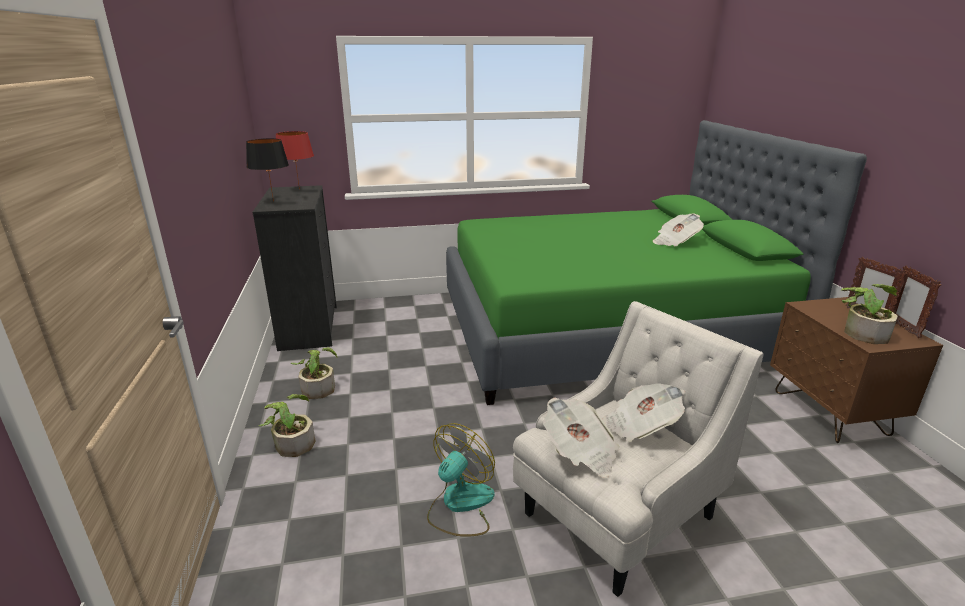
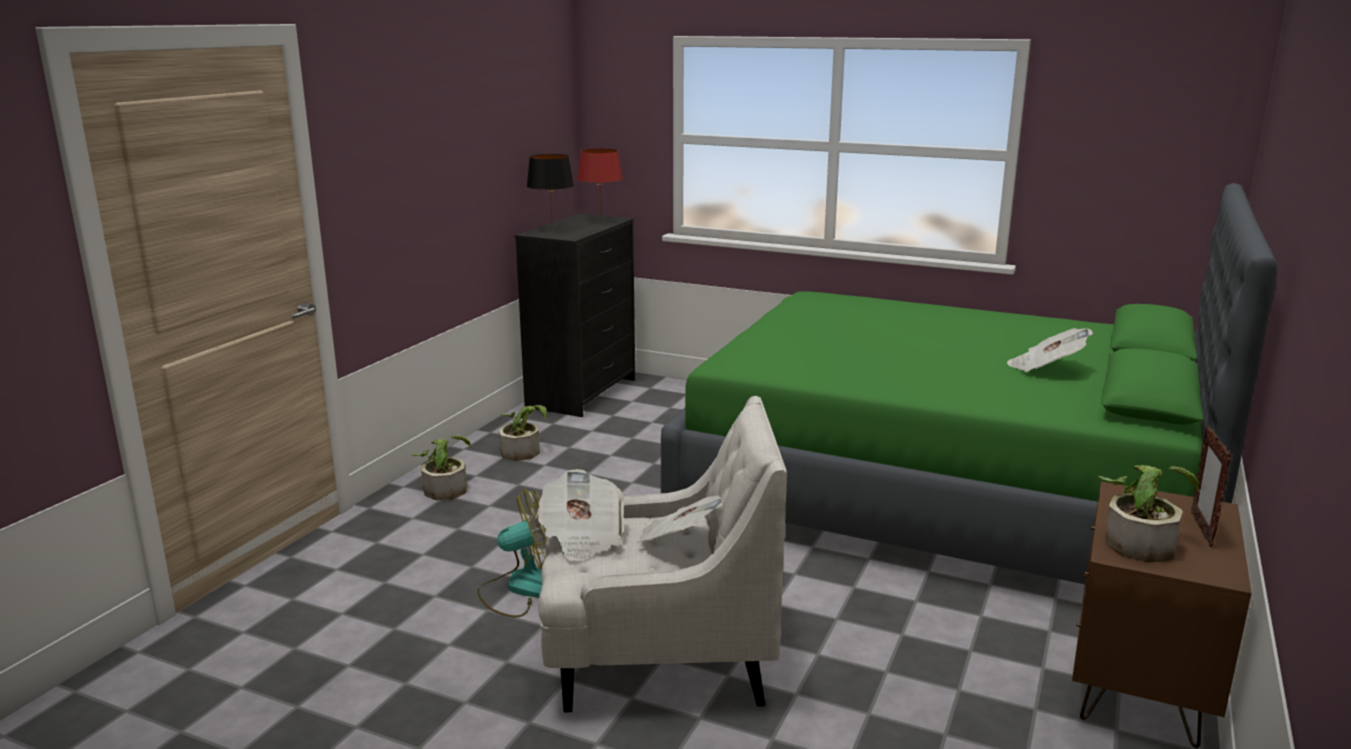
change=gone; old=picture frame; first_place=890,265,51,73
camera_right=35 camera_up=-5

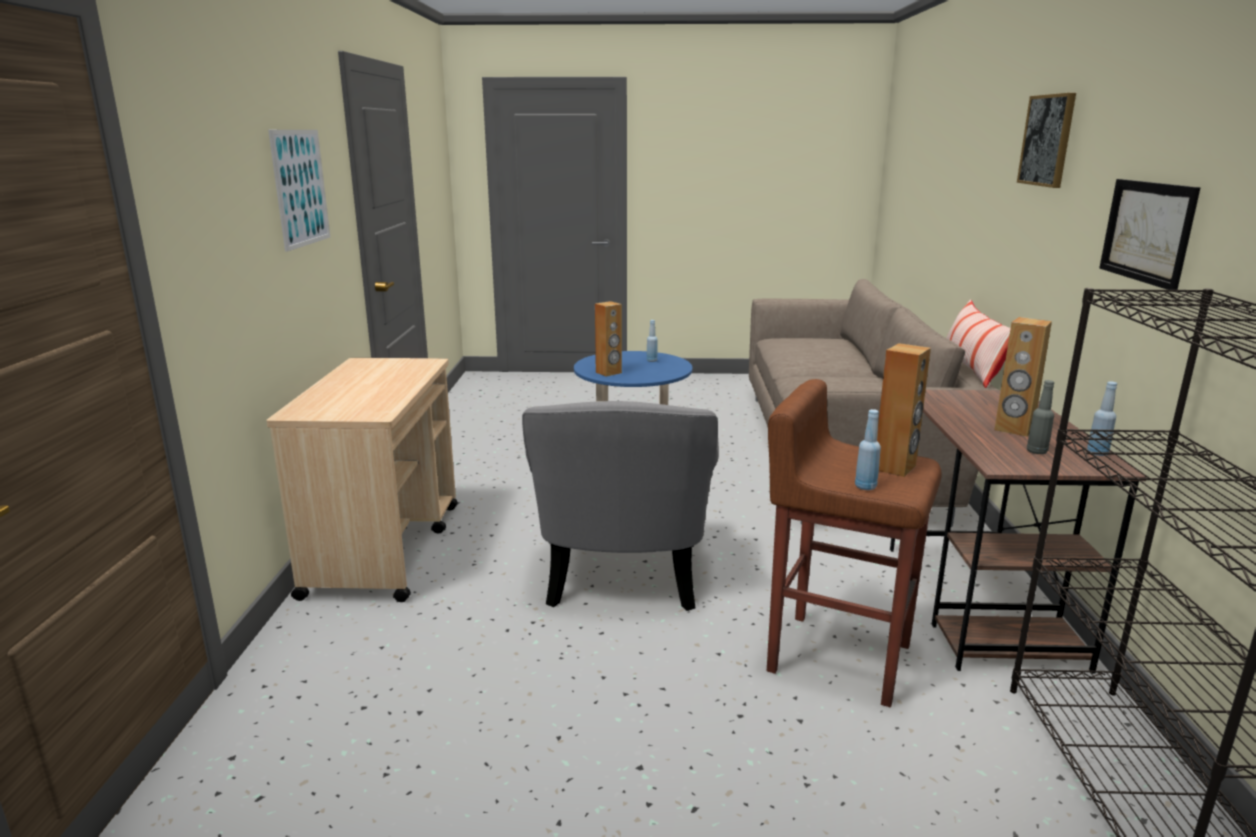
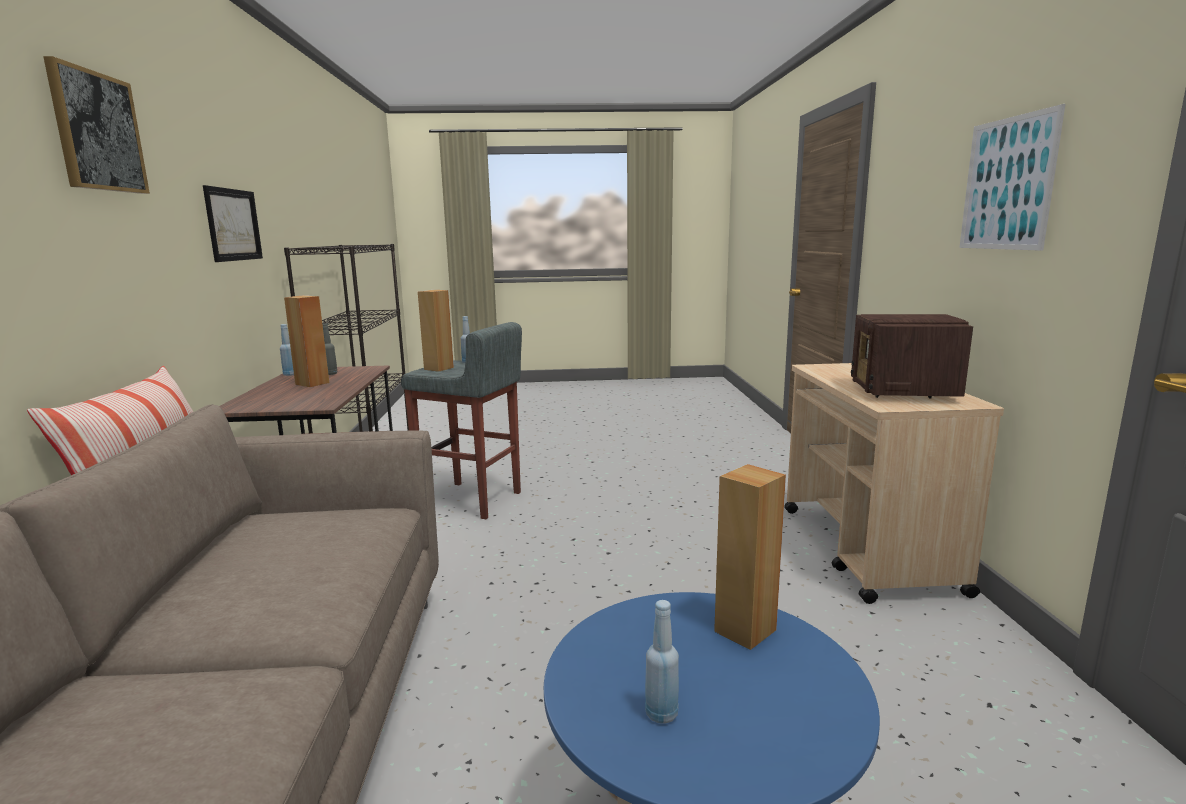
change=gone; old=grey armchair; first_place=522,401,197,210
change=new; new=radio; second_place=851,314,122,84
change=repainted; old=brown stool; new=grey stool; first_place=767,379,175,328; second_place=401,322,121,197
camera_right=175 camera_up=-5

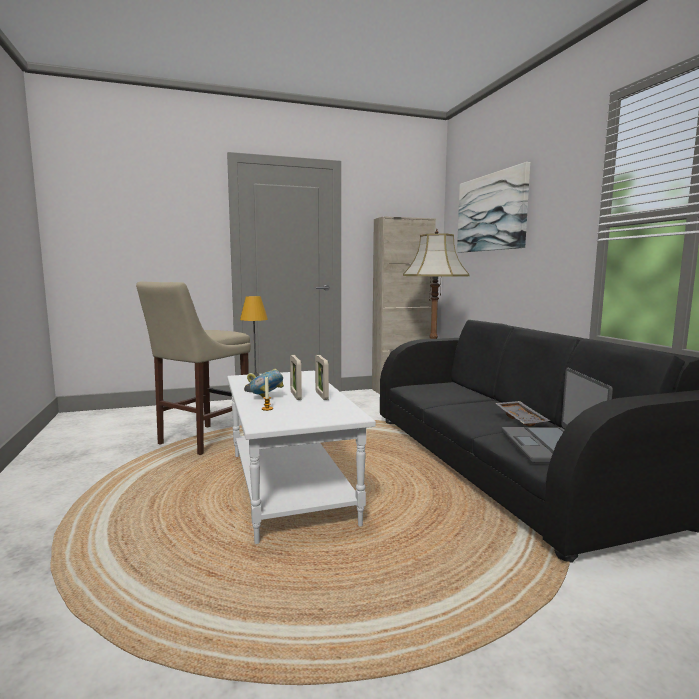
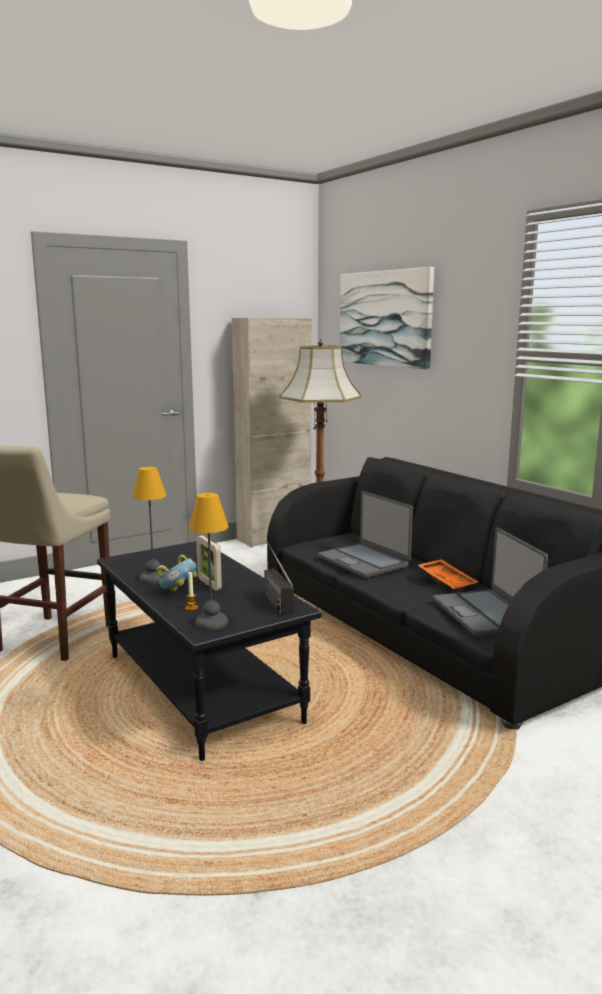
change=gone; old=picture frame; first_place=315,355,14,45
change=new; new=table lamp; second_place=189,493,40,137
change=new; new=radio; second_place=264,540,30,75
change=new; new=laptop; second_place=318,491,95,87
change=repainted; old=white coffee table; new=black coffee table; first_place=227,371,149,173; second_place=97,541,224,220
change=repainted; old=grey tray; new=orange tray; first_place=495,401,56,25; second_place=418,559,60,31
camera_right=-15 camera_up=5

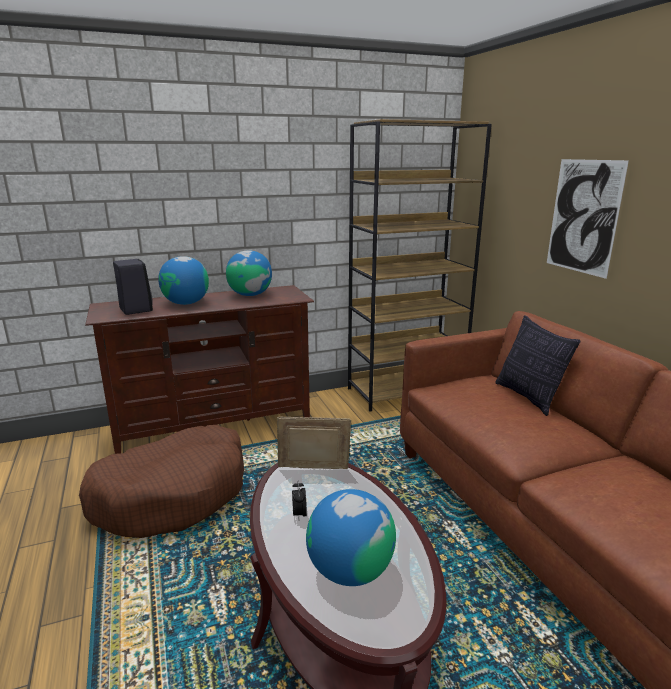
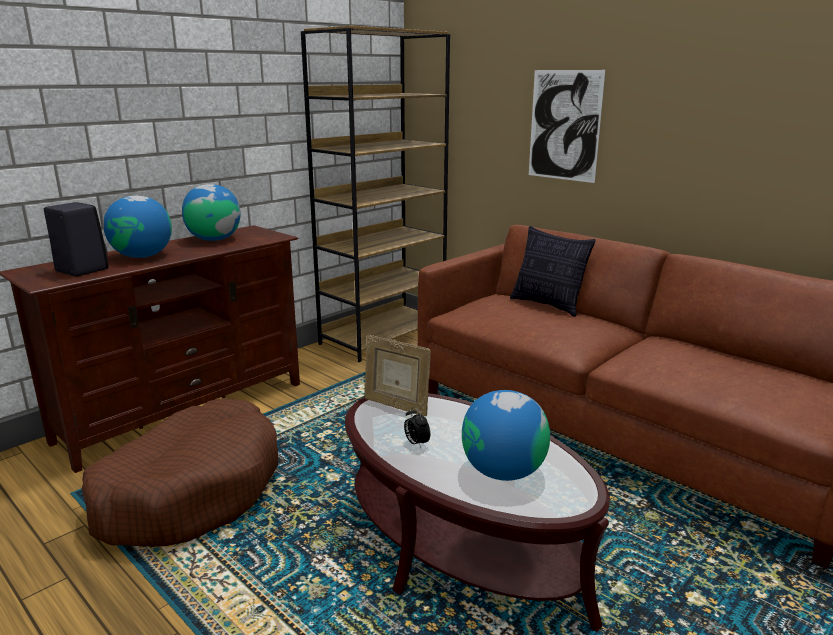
change=rotated; old=picture frame; first_place=277,417,74,52; second_place=365,335,66,82; degrees=-120
camera_right=-25 camera_up=0

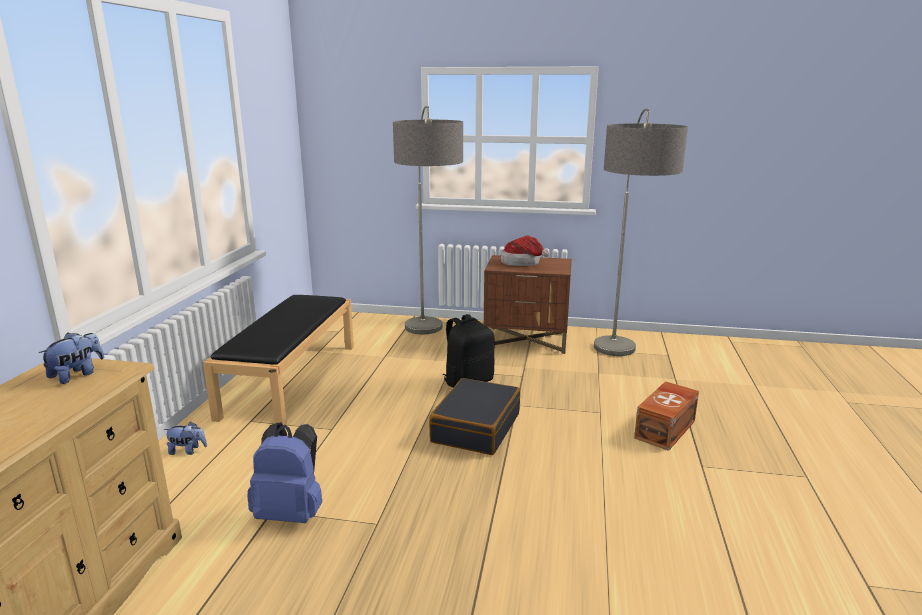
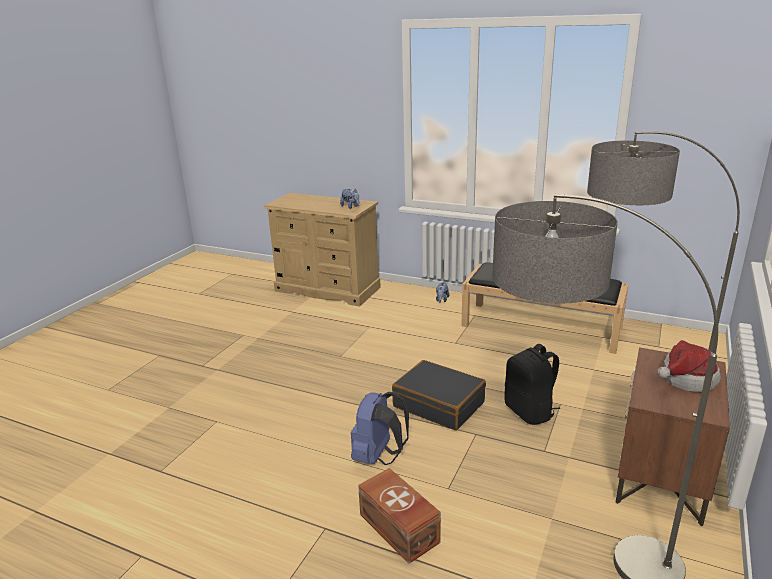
change=shifted; old=blue backpack; first_place=247,422,75,101; second_place=351,392,58,73
camera_right=105 camera_up=5

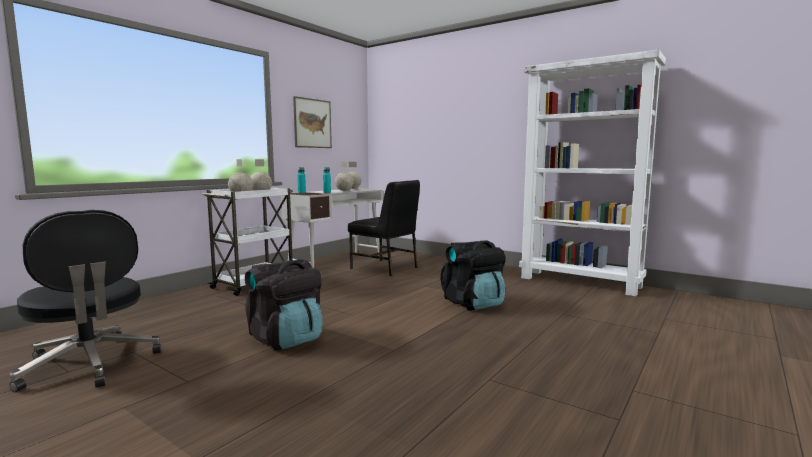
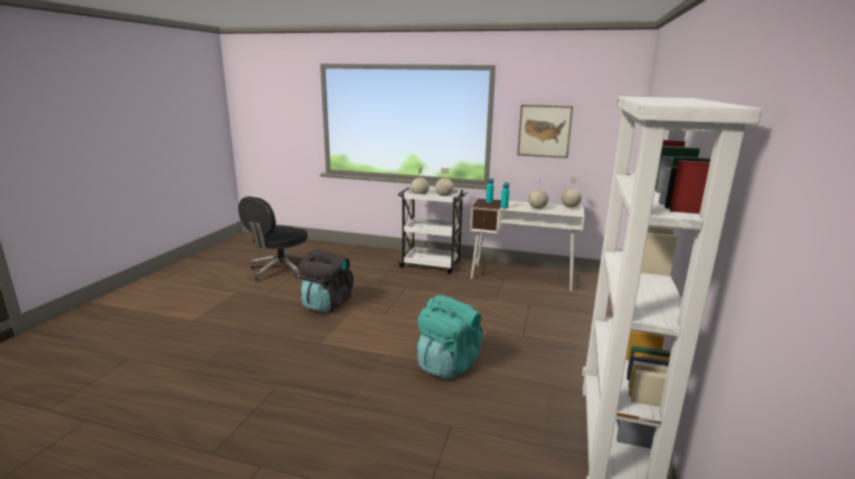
change=gone; old=black chair; first_place=348,180,72,96
change=repainted; old=black backpack; new=turquoise backpack; first_place=441,240,64,71; second_place=417,295,66,84
camera_right=70 camera_up=10

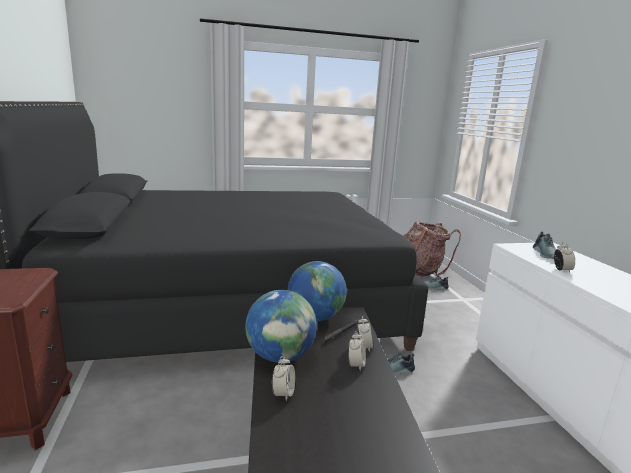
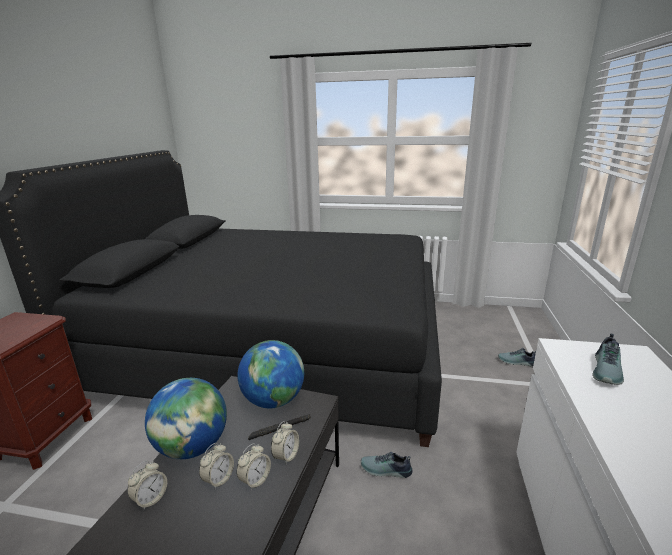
change=gone; old=backpack; first_place=403,221,58,56
change=shifted; old=alarm clock; first_place=554,242,21,31; second_place=199,443,35,46
camera_right=25 camera_up=5

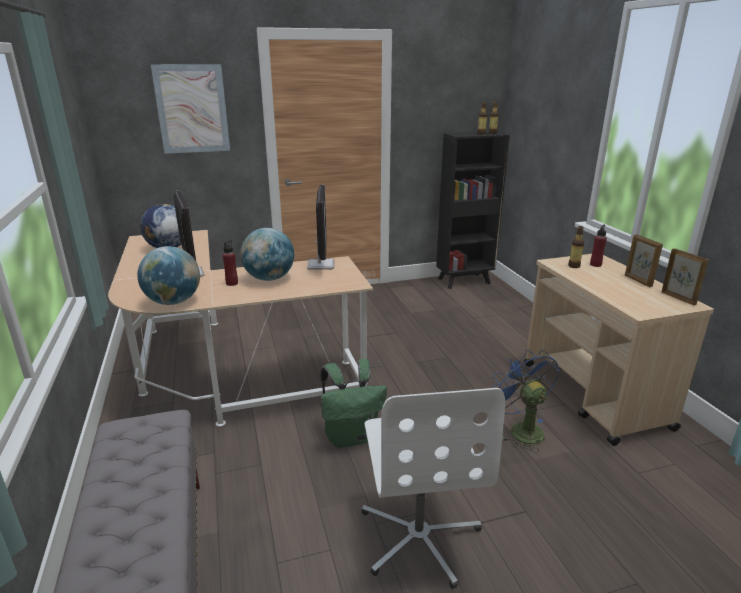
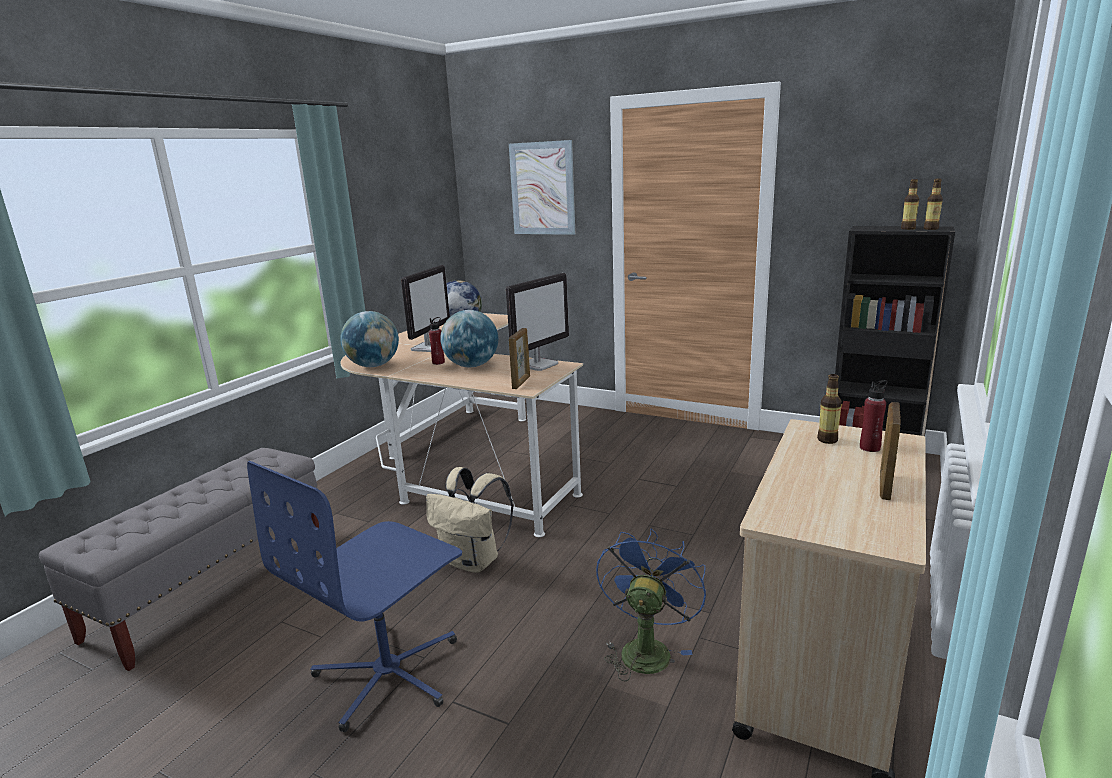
change=shifted; old=picture frame; first_place=662,248,47,57; second_place=509,328,21,61
change=repainted; old=green backpack; new=beige backpack; first_place=320,359,67,89; second_place=426,467,87,106
change=repainted; old=white office chair; new=blue office chair; first_place=362,388,143,201; second_place=247,461,215,271
camera_right=45 camera_up=-5

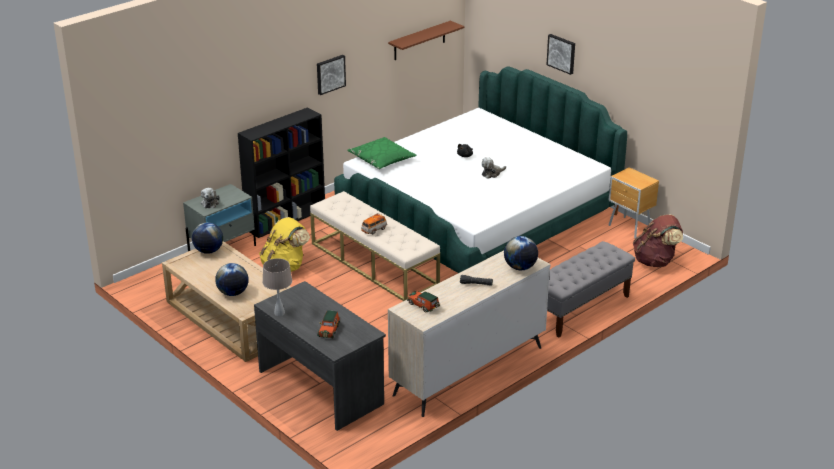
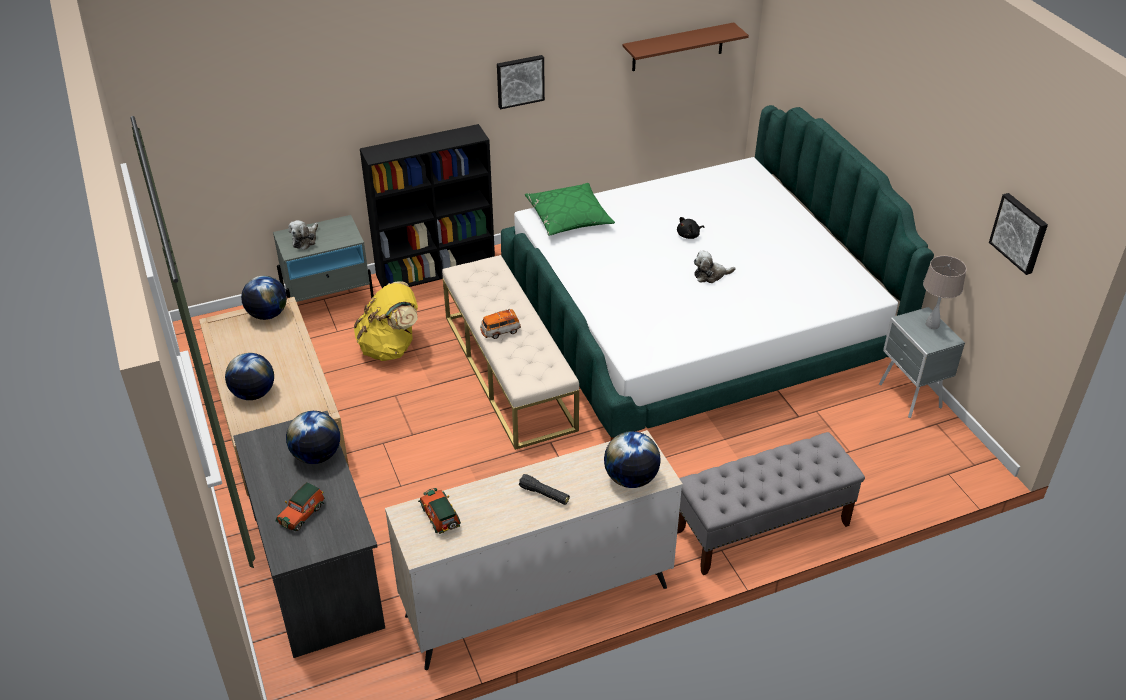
change=gone; old=brown backpack; first_place=633,214,50,53
change=new; new=globe; second_place=286,411,54,53
change=shifted; old=beige table lamp; first_place=263,258,29,58; second_place=923,256,44,73
change=shifted; old=picture; first_place=546,34,29,41; second_place=989,193,59,82
change=repainted; old=brown nightstand; new=grey nightstand; first_place=608,167,51,72; second_place=879,307,86,111
camera_right=20 camera_up=10

